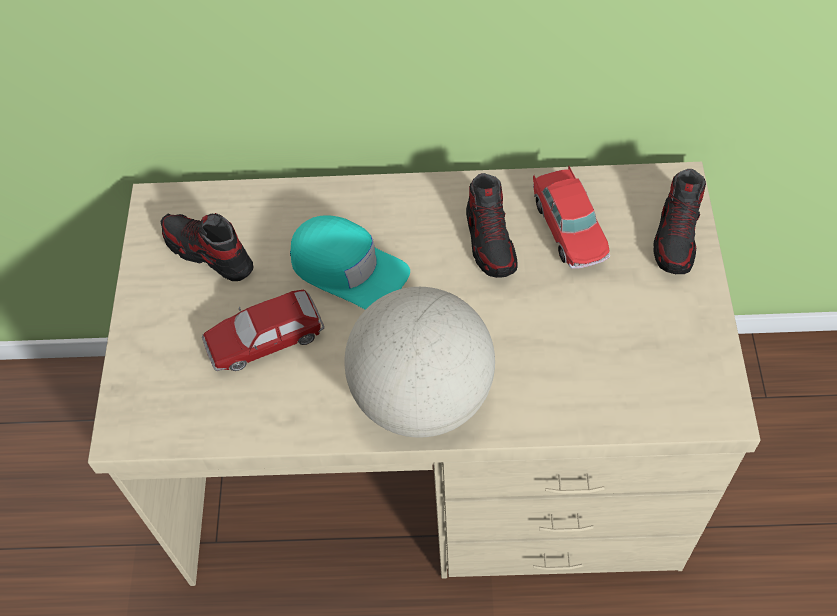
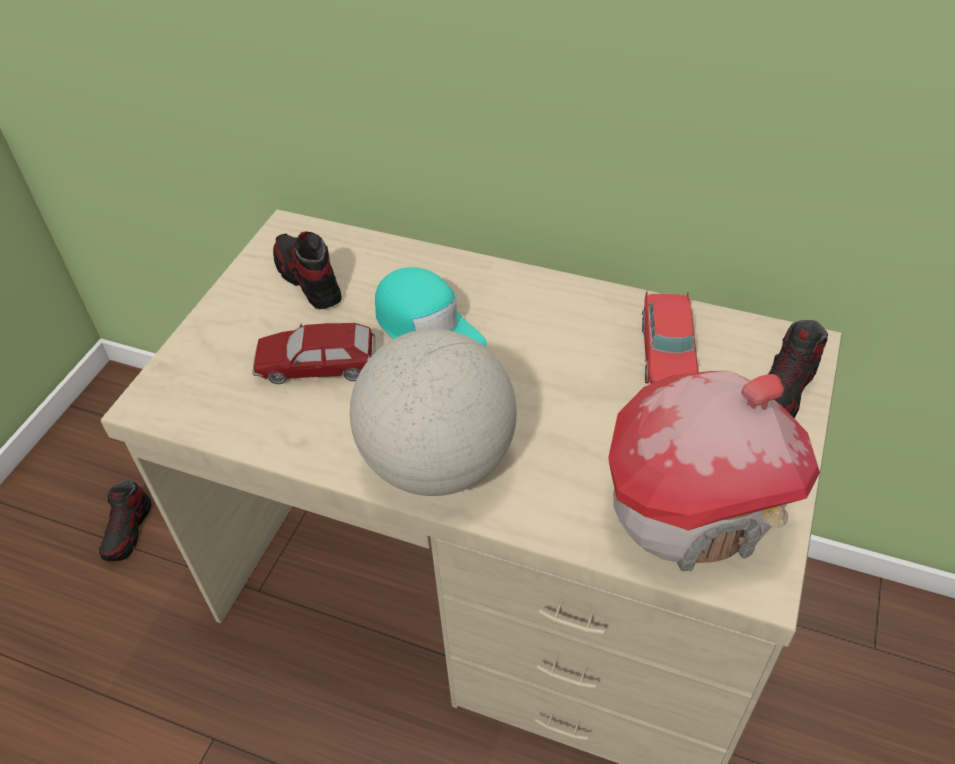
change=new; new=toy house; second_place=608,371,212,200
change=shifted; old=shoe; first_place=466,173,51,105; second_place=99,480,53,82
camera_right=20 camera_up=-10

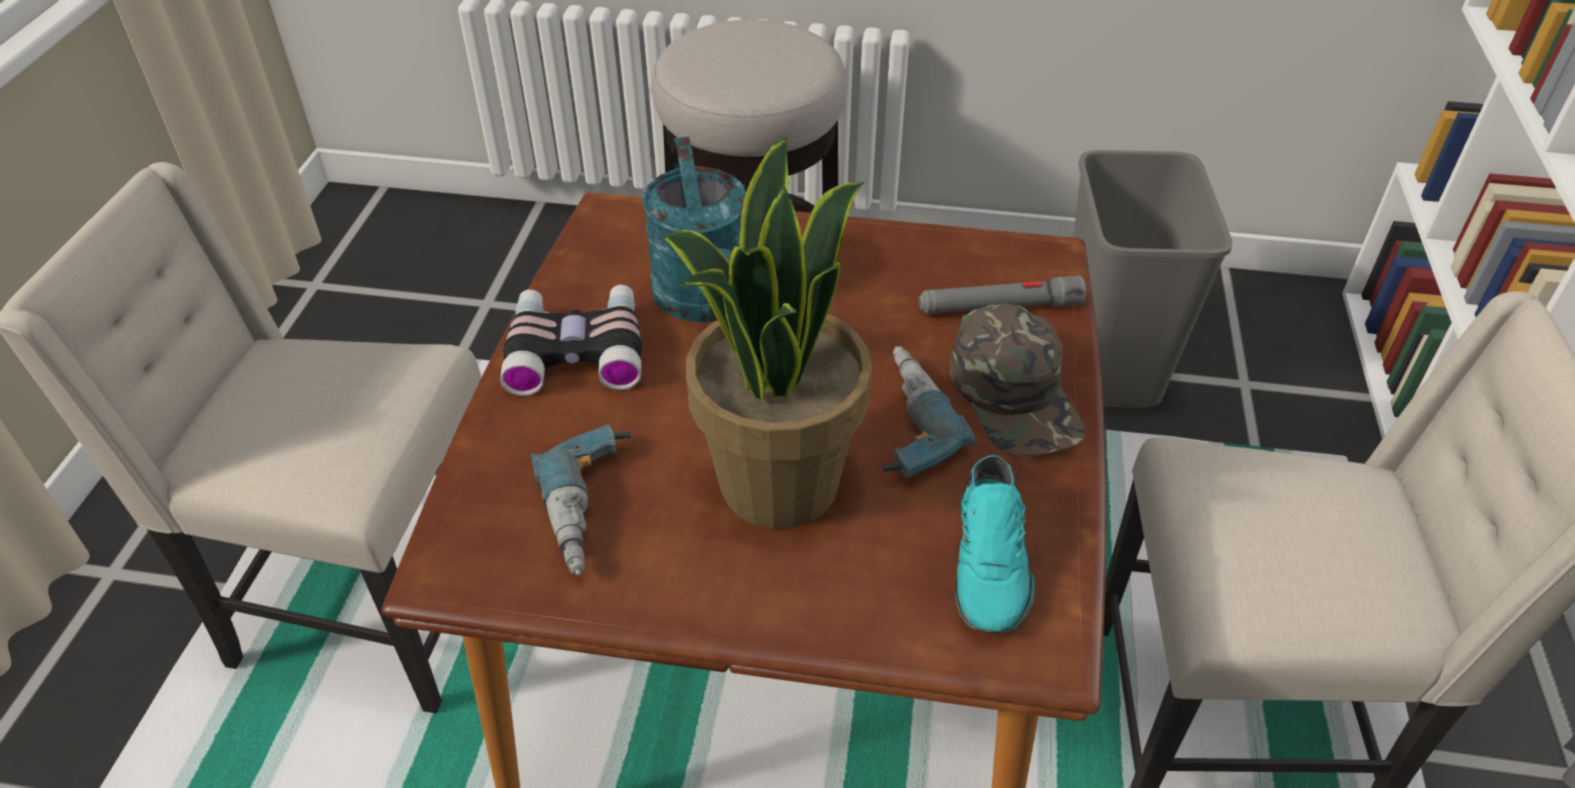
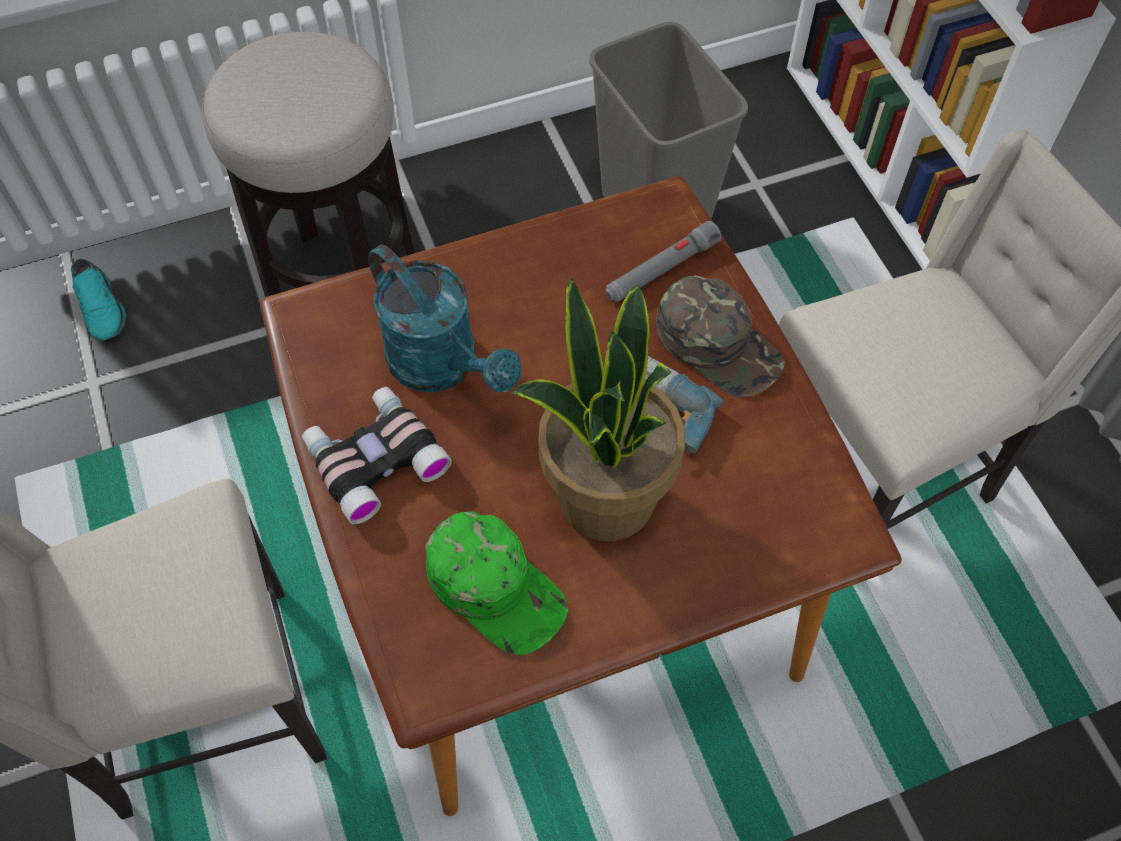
change=shifted; old=turquoise shoe; first_place=955,455,80,177; second_place=71,259,55,82
change=swapped; old=power drill; new=green cap; first_place=531,424,100,152; second_place=425,512,143,143
camera_right=-30 camera_up=15

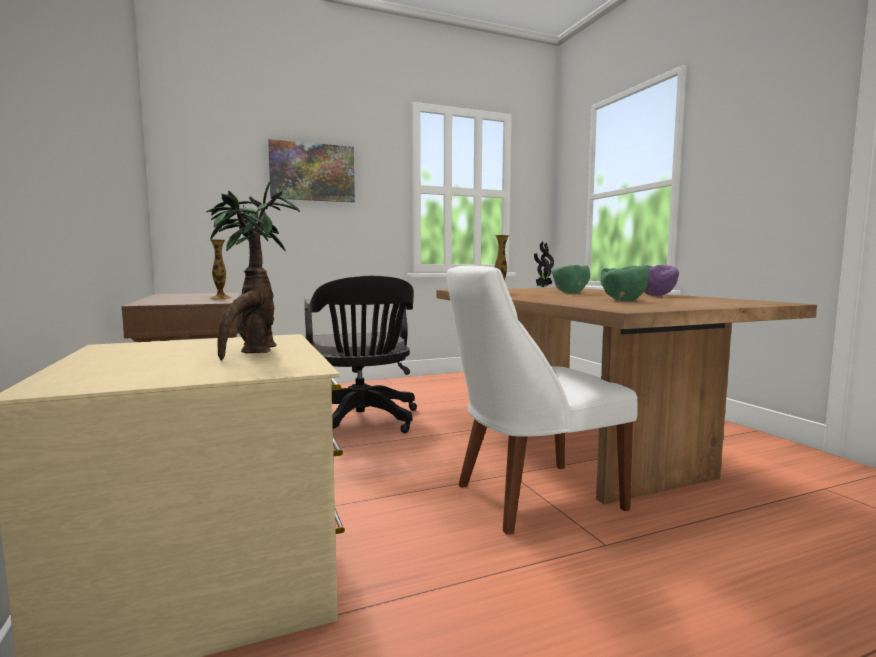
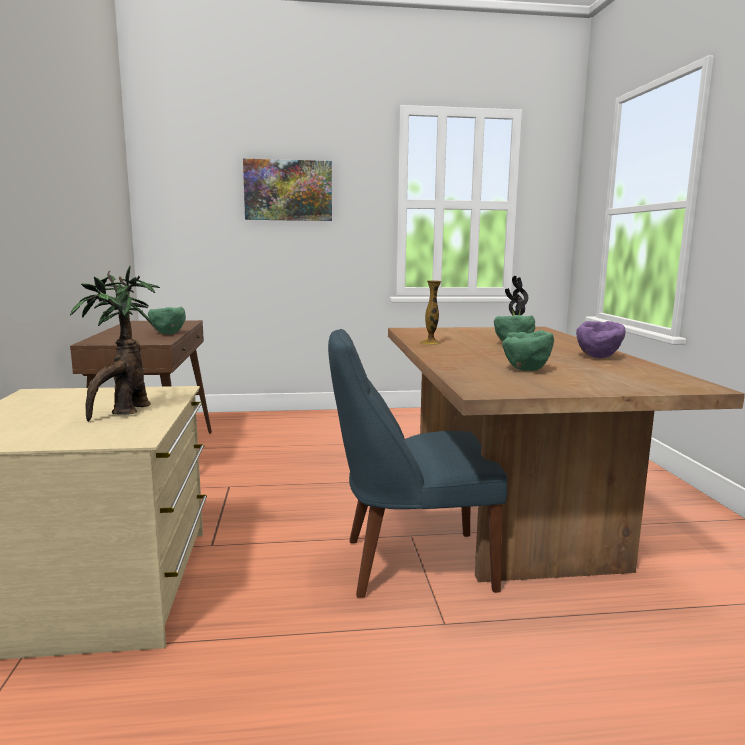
change=gone; old=black office chair; first_place=304,276,113,157
change=swapped; old=vase; new=green bowl; first_place=210,239,21,60; second_place=148,307,38,27
change=repainted; old=white chair; new=blue chair; first_place=447,266,191,269; second_place=328,329,179,269
camera_right=15 camera_up=5

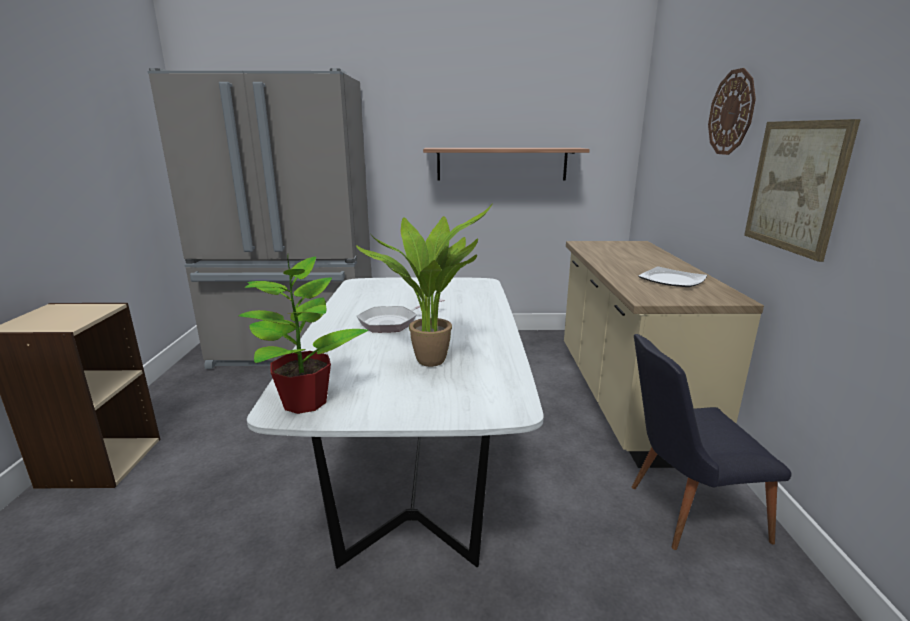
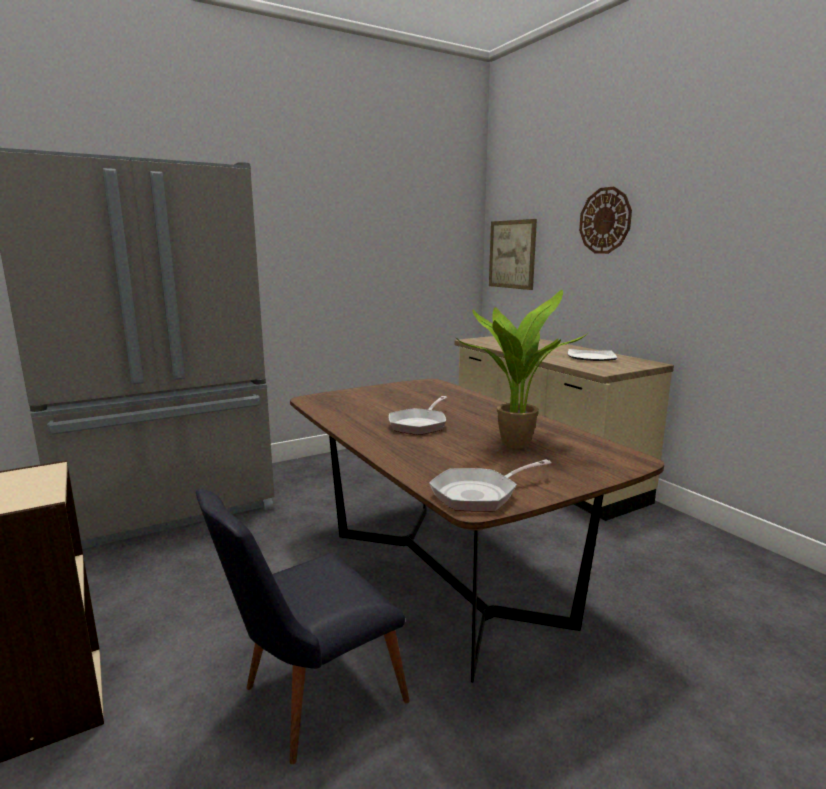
change=gone; old=shelf; first_place=423,148,167,33
change=shifted; old=black chair; first_place=632,334,160,216; second_place=196,489,214,275
change=shifted; old=picture; first_place=744,119,117,143; second_place=489,219,48,71
change=swapped; old=potted plant; new=frying pan; first_place=238,257,131,157; second_place=429,459,123,53
change=repainted; old=white dining table; new=brown dining table; first_place=247,277,297,292; second_place=290,379,374,303
camera_right=-30 camera_up=-5

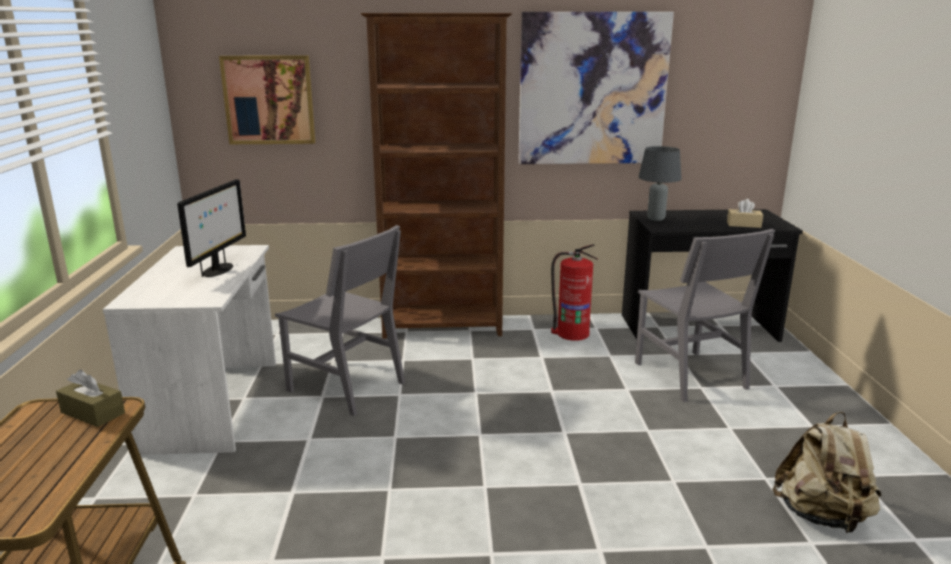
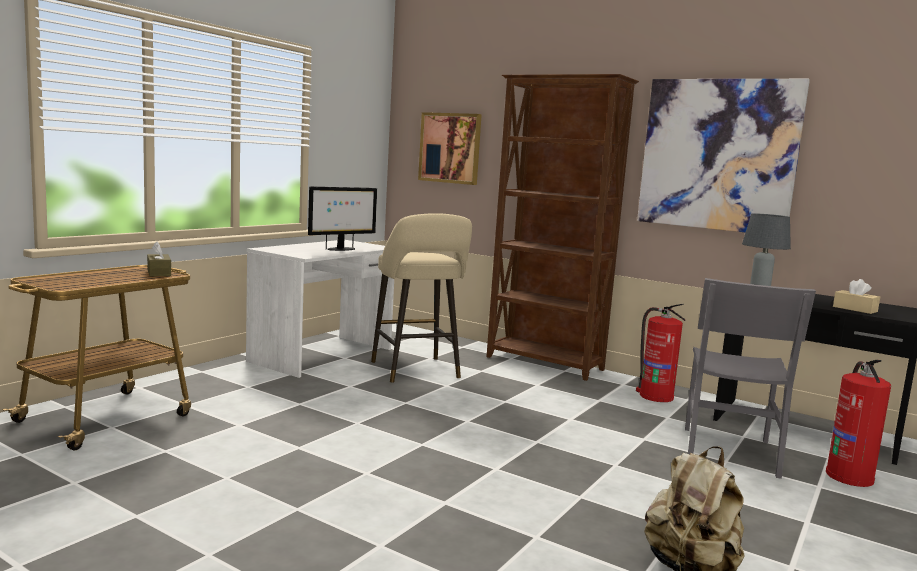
change=new; new=fire extinguisher; second_place=826,360,65,127
change=swapped; old=grey chair; new=beige stool; first_place=275,225,130,191; second_place=371,213,101,170
camera_right=35 camera_up=-10

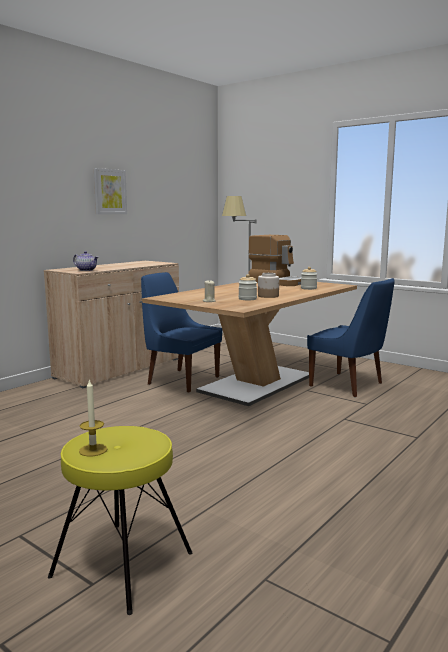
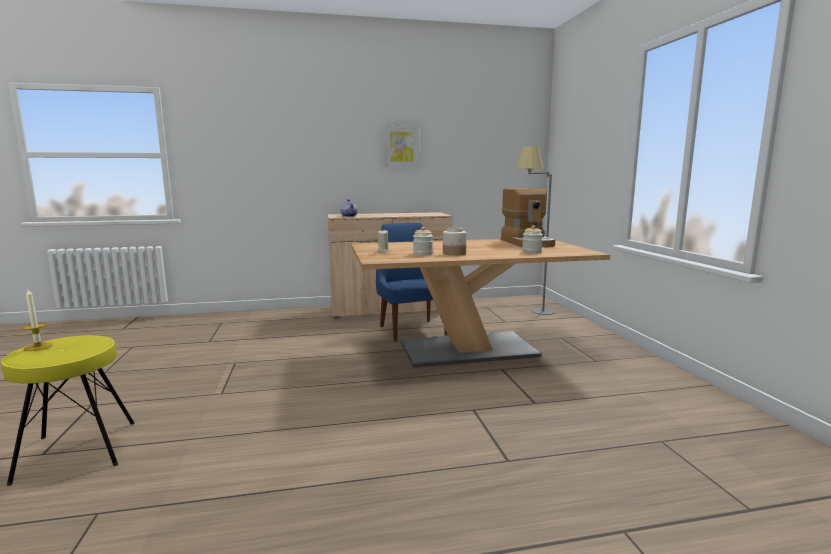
change=gone; old=blue chair; first_place=307,278,88,119
camera_right=40 camera_up=0

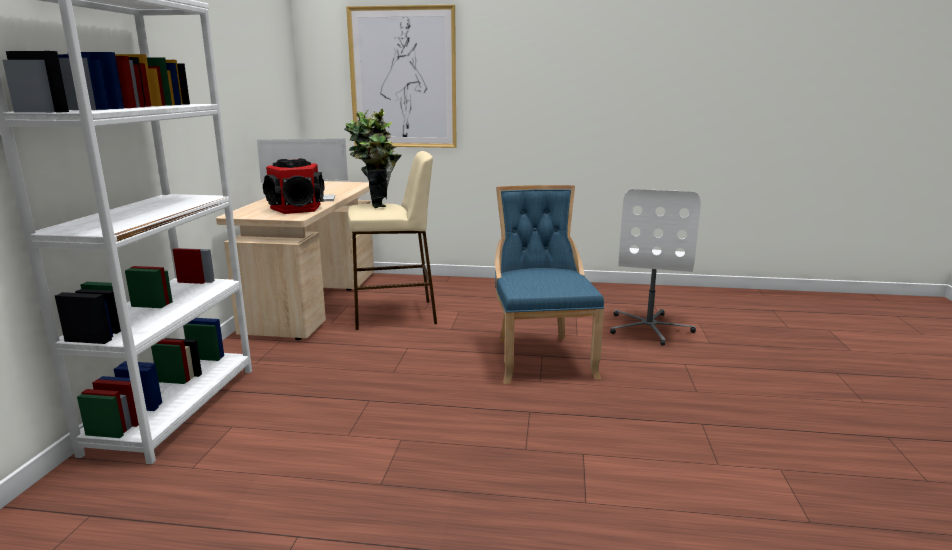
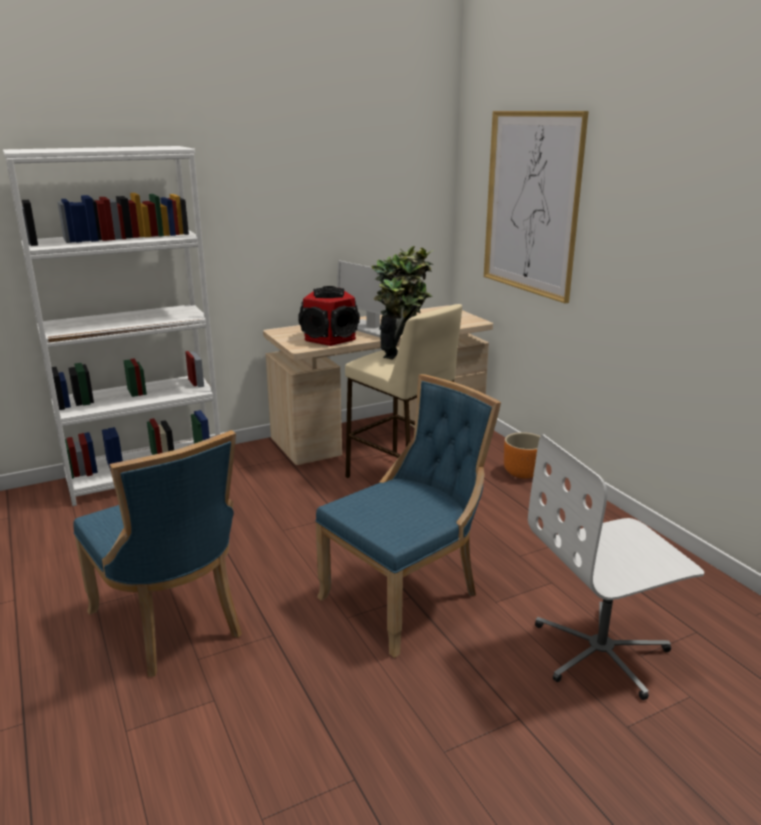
change=new; new=blue chair; second_place=73,430,169,247
change=new; new=orange planter; second_place=504,432,36,47
camera_right=55 camera_up=5

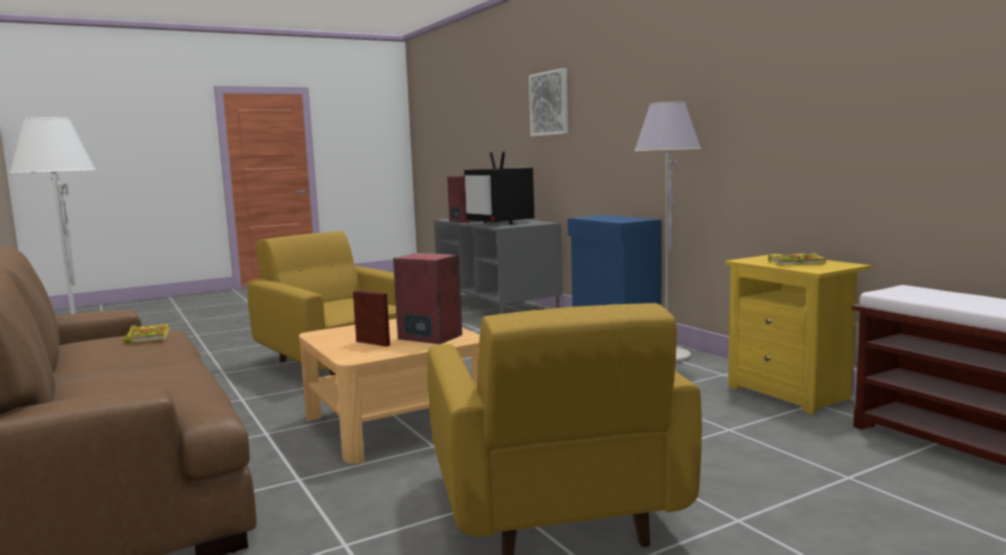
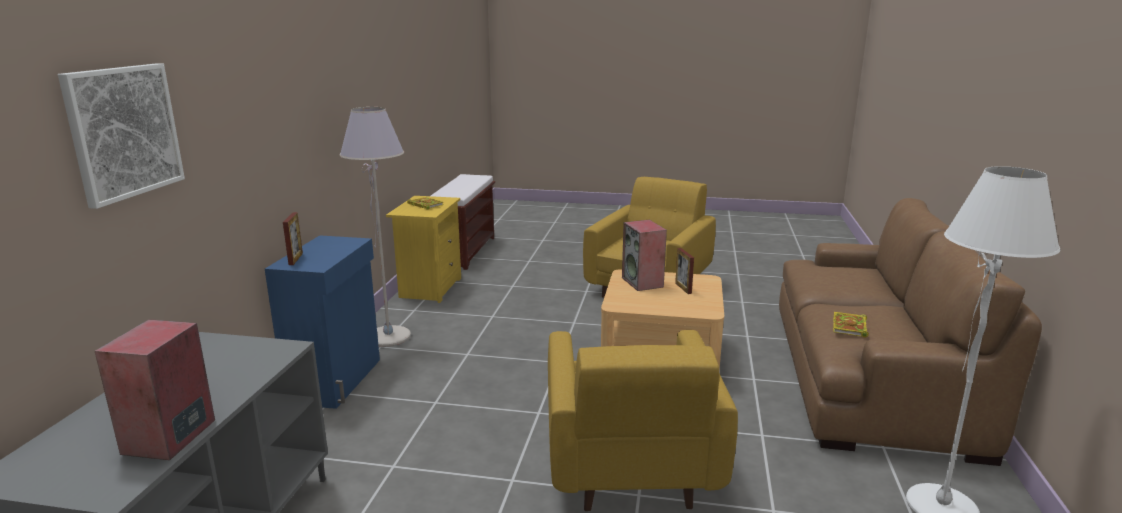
change=gone; old=television; first_place=464,151,70,74
change=new; new=picture frame; second_place=283,212,20,53
camera_right=-140 camera_up=10

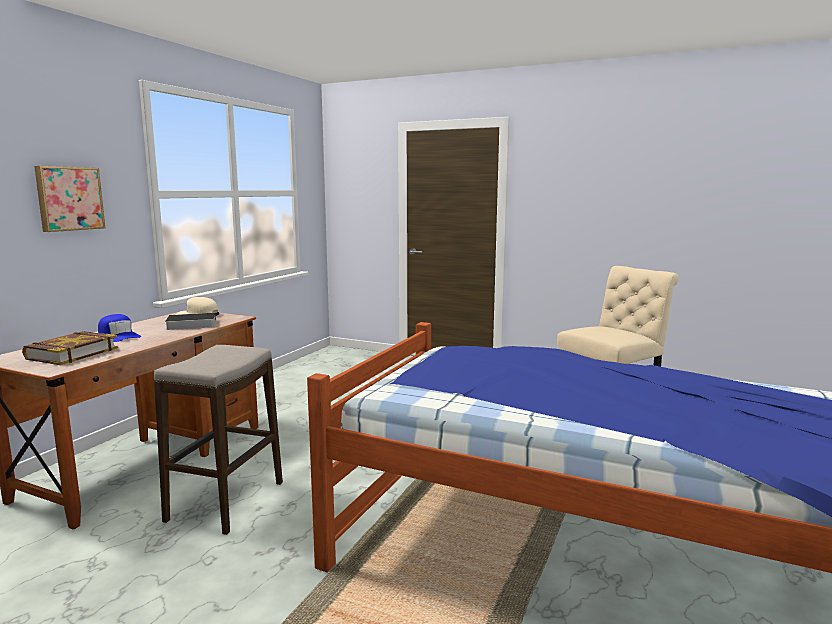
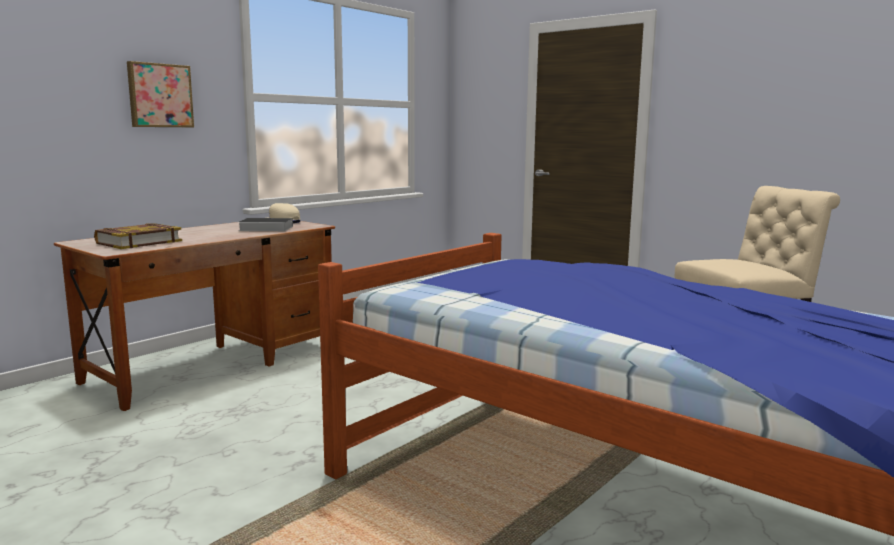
change=gone; old=blue cap; first_place=98,314,43,28
change=gone; old=stool; first_place=154,345,129,190
camera_right=15 camera_up=0

